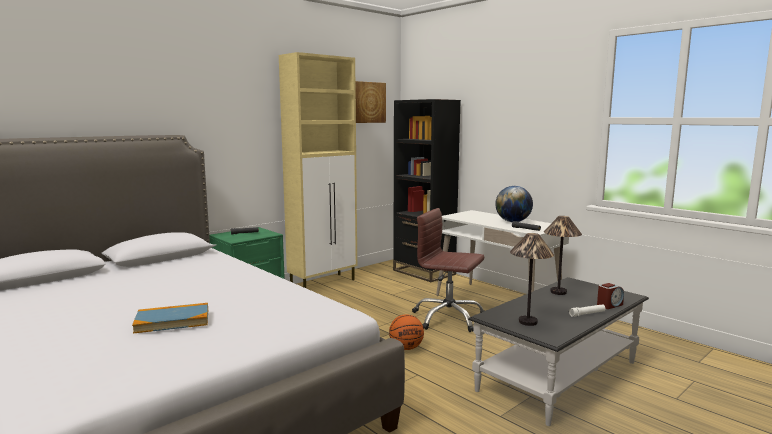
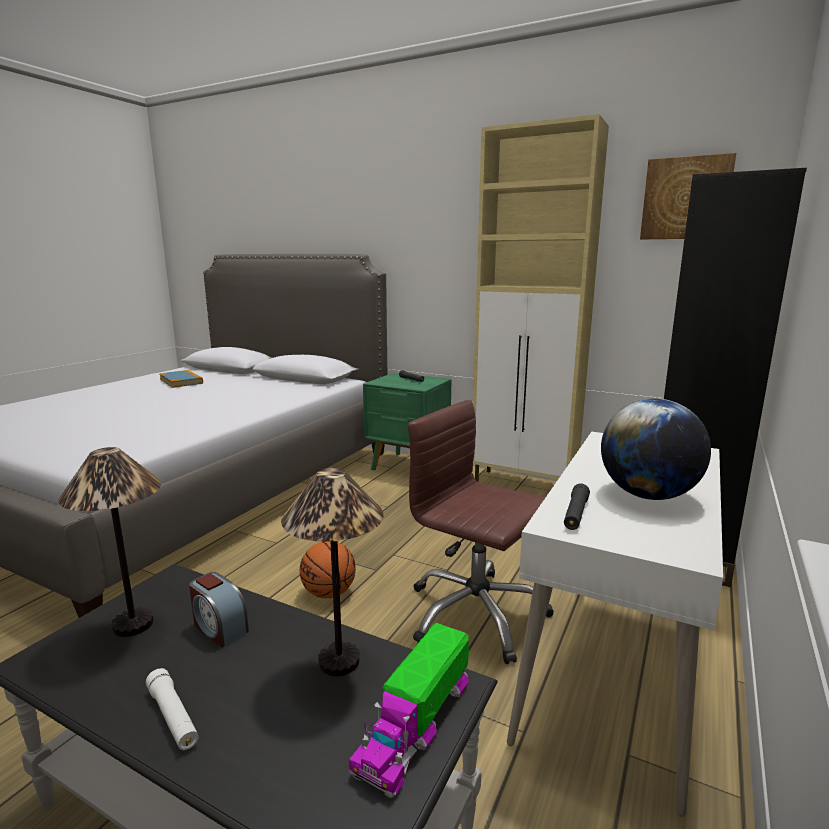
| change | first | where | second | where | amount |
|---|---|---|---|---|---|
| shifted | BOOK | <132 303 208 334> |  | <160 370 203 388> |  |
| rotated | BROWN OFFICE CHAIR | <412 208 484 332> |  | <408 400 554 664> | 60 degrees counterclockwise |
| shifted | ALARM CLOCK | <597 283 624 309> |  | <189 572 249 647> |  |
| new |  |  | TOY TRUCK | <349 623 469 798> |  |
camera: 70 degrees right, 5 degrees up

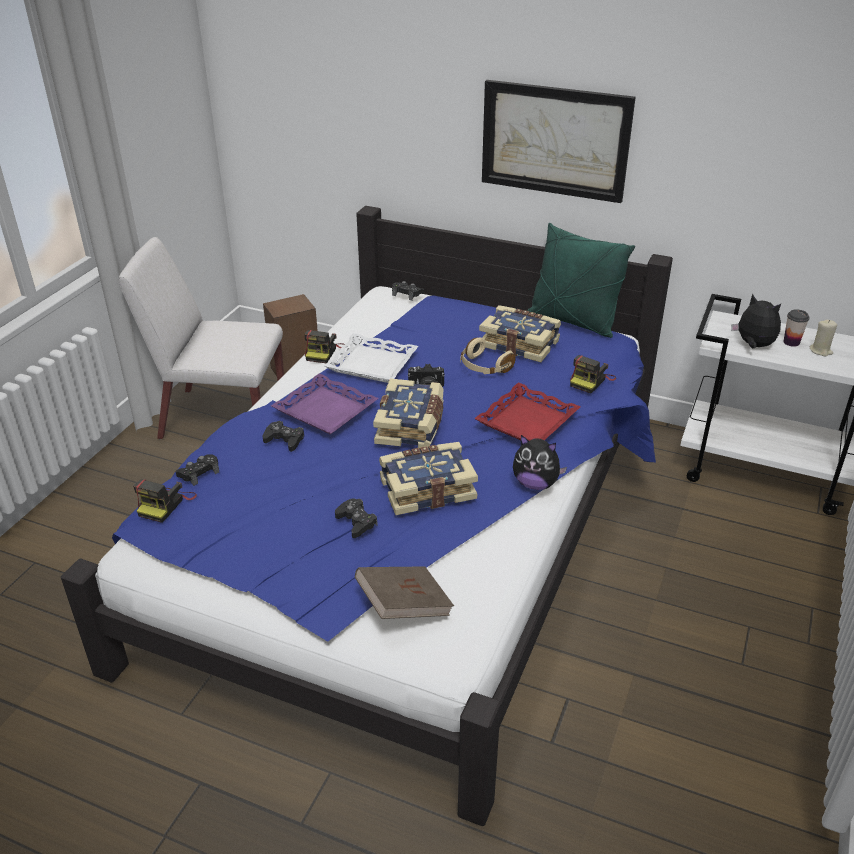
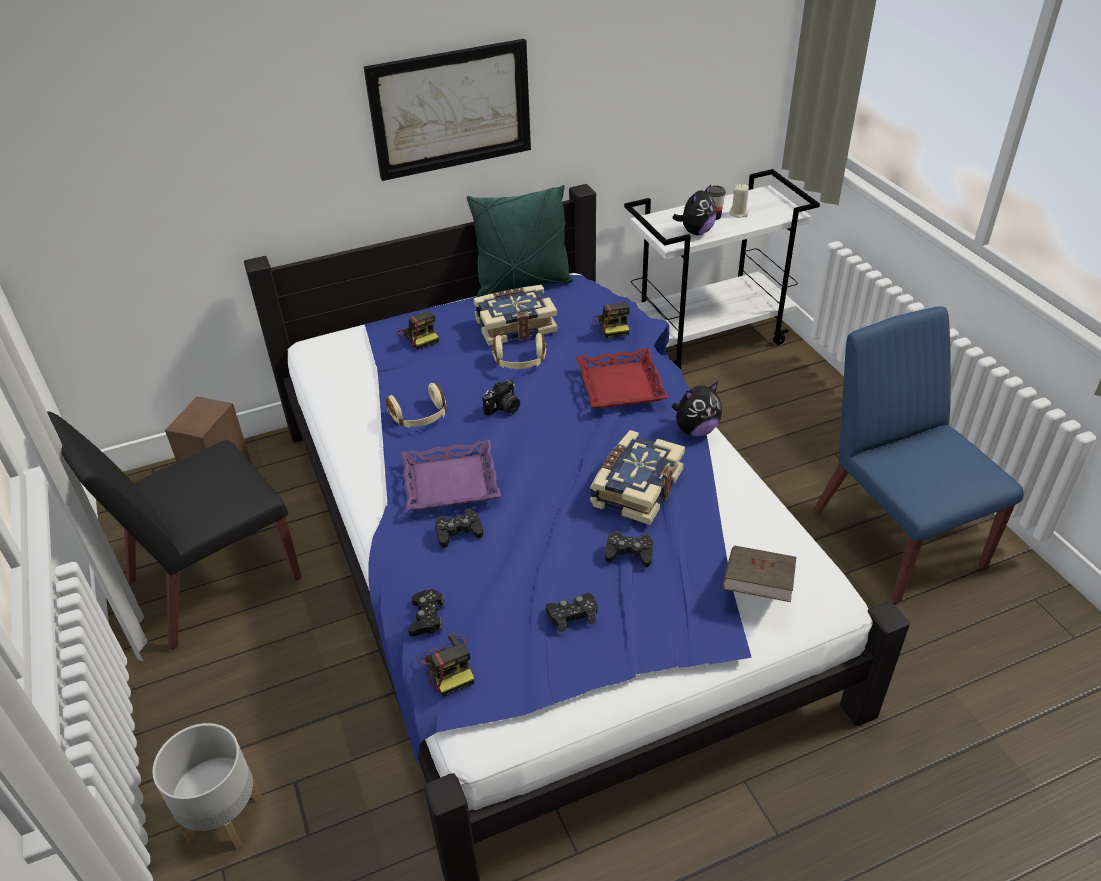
| change | first | where | second | where | amount |
|---|---|---|---|---|---|
| repainted | WHITE CHAIR | <118 237 284 439> | BLACK CHAIR | <47 411 302 650> |  |
| shifted | PHOTO CAMERA | <304 330 344 363> |  | <397 311 439 350> |  |
| swapped | WHITE TRAY | <325 333 418 383> | BEIGE HEADPHONES | <386 383 447 428> |  |
| gone | BOOK | <373 378 444 449> |  |  |  |
| shifted | BLACK GAME CONTROLLER | <392 281 424 300> |  | <546 593 598 632> |  |
| rotated | PLUSH TOY | <731 294 781 348> |  | <672 184 717 235> | 135 degrees clockwise |
| new |  |  | GREY PLANTER | <152 723 262 849> |  |
| new |  |  | BLUE CHAIR | <813 307 1024 603> |  |
camera: 45 degrees left, 5 degrees up

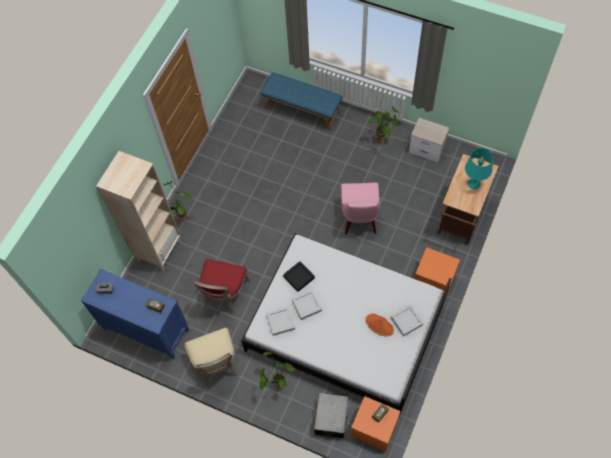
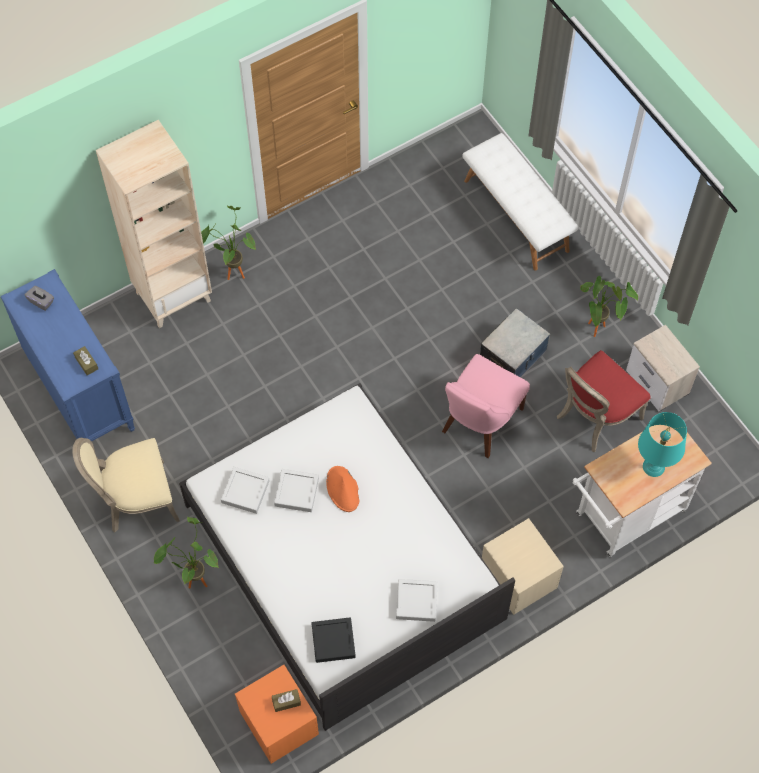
| change | first | where | second | where | amount |
|---|---|---|---|---|---|
| rotated | BEIGE CHAIR | <185 328 238 388> |  | <72 438 180 532> | 60 degrees clockwise |
| shifted | RED CHAIR | <193 259 250 314> |  | <557 350 651 452> |  |
| repainted | BLUE BENCH | <260 72 343 131> | WHITE BENCH | <462 133 578 270> |  |
| shifted | BLACK TRAY | <283 261 315 292> |  | <311 617 356 663> |  |
| shifted | STORAGE BOX | <314 393 349 438> |  | <480 308 550 377> |  |
| shifted | ORANGE HAT | <365 314 394 336> |  | <326 466 360 512> |  |
| repainted | ORANGE NIGHTSTAND | <414 247 460 299> | BEIGE NIGHTSTAND | <482 518 564 615> |  |
| repainted | BROWN CART | <437 154 498 245> | WHITE CART | <573 425 712 557> |  |
camera: 30 degrees right, 0 degrees up

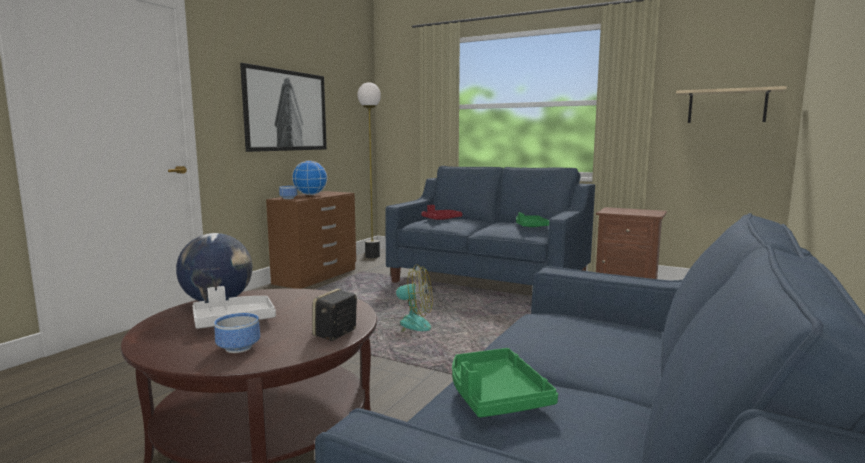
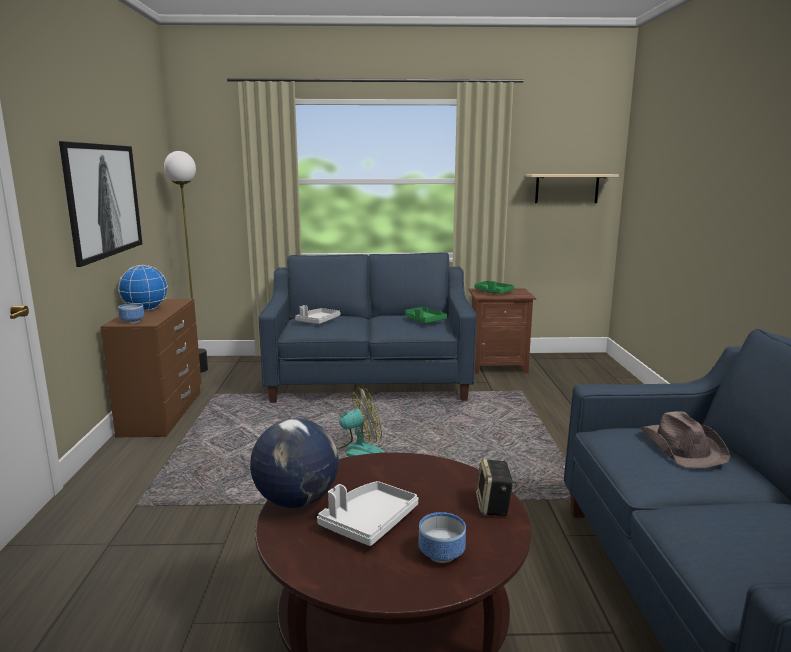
| change | first | where | second | where | amount |
|---|---|---|---|---|---|
| repainted | RED TRAY | <421 205 462 220> | GREY TRAY | <295 305 340 324> |  |
| shifted | GREEN TRAY | <452 348 558 417> |  | <474 281 515 294> |  |
| new |  |  | BROWN HAT | <640 412 730 468> |  |
camera: 30 degrees left, 5 degrees up

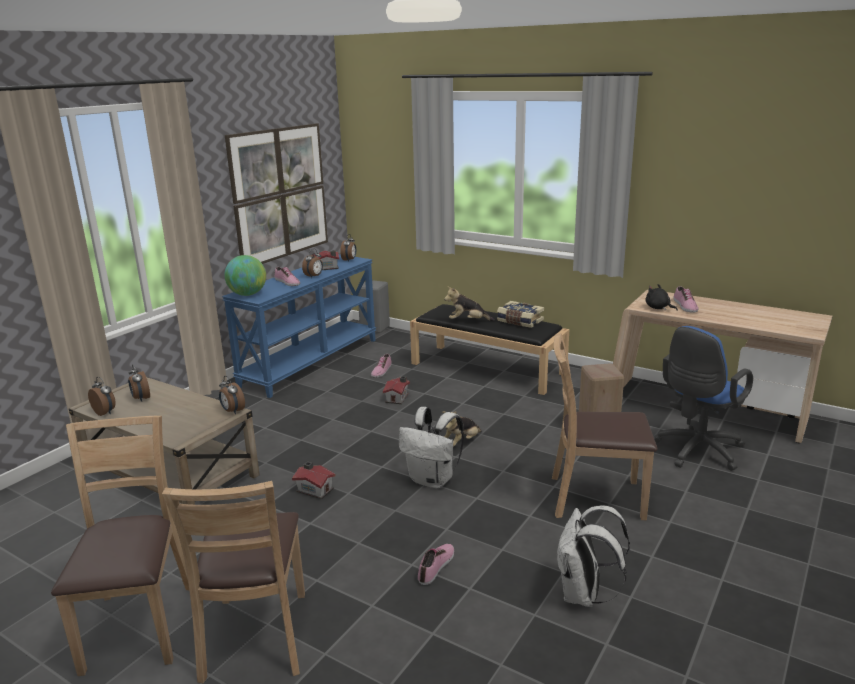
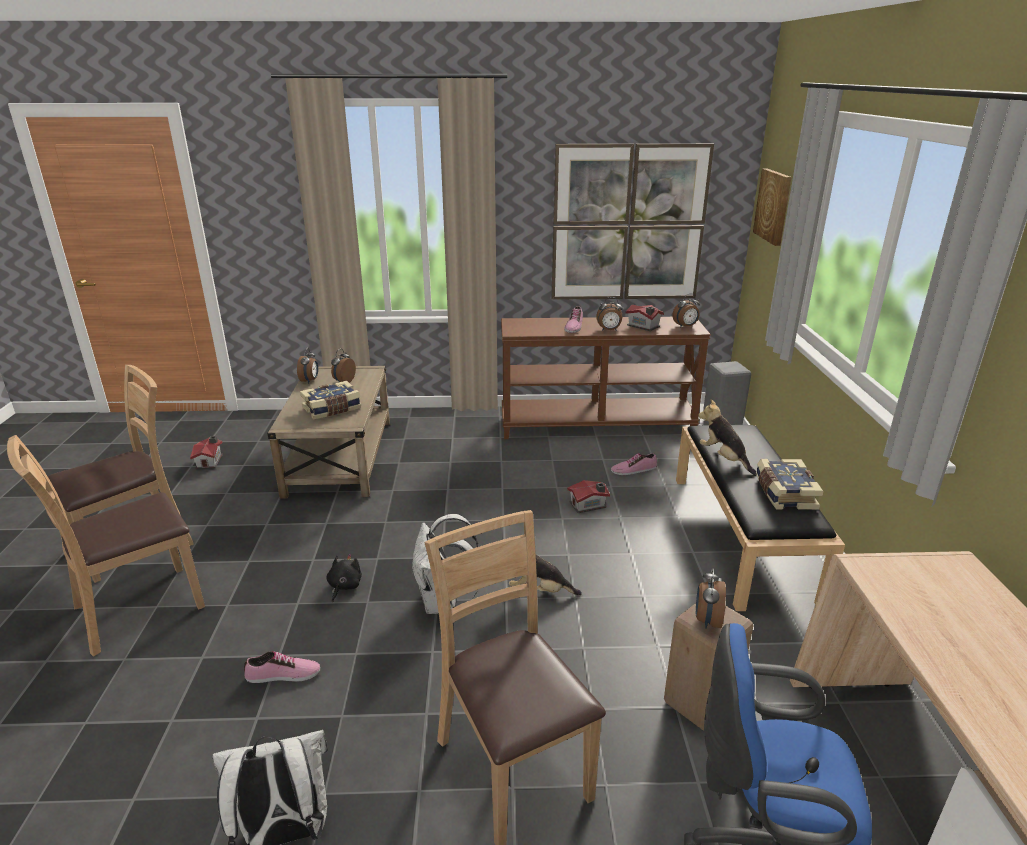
| change | first | where | second | where | amount |
|---|---|---|---|---|---|
| shifted | ALARM CLOCK | <219 376 245 414> |  | <696 568 726 629> |  |
| repainted | BLUE CONSOLE TABLE | <222 254 376 398> | BROWN CONSOLE TABLE | <501 317 711 439> |  |
| gone | GLOBE | <224 255 266 296> |  |  |  |
| shifted | TOY HOUSE | <292 461 336 499> |  | <190 436 223 469> |  |
| shifted | BLACK PLUSH TOY | <645 284 678 311> |  | <326 554 362 602> |  |
| gone | SHOE | <673 286 699 313> |  |  |  |
| new |  |  | BOOK | <300 381 361 419> |  |
| new |  |  | PICTURE | <753 168 792 246> |  |
camera: 55 degrees right, 5 degrees up

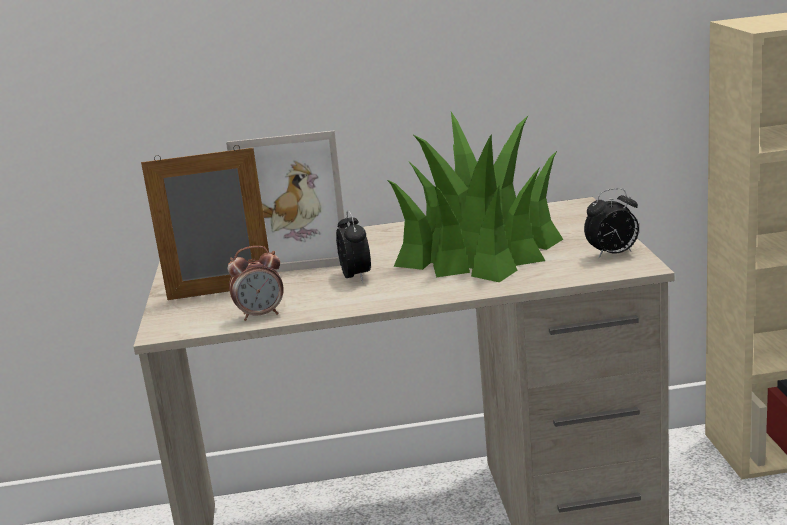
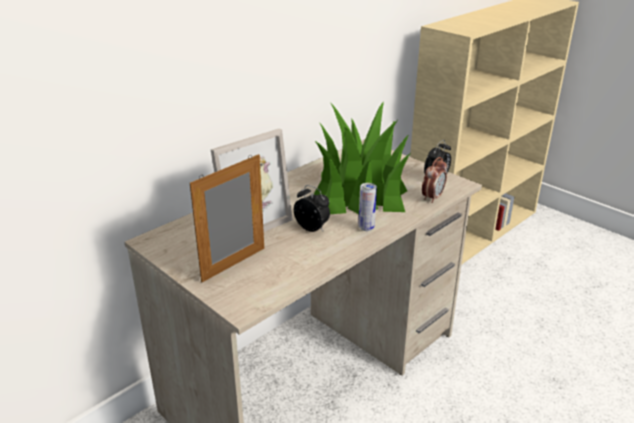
| change | first | where | second | where | amount |
|---|---|---|---|---|---|
| shifted | ALARM CLOCK | <228 246 284 321> |  | <422 157 447 203> |  |
| new |  |  | CAN | <359 183 377 231> |  |
camera: 40 degrees left, 10 degrees up

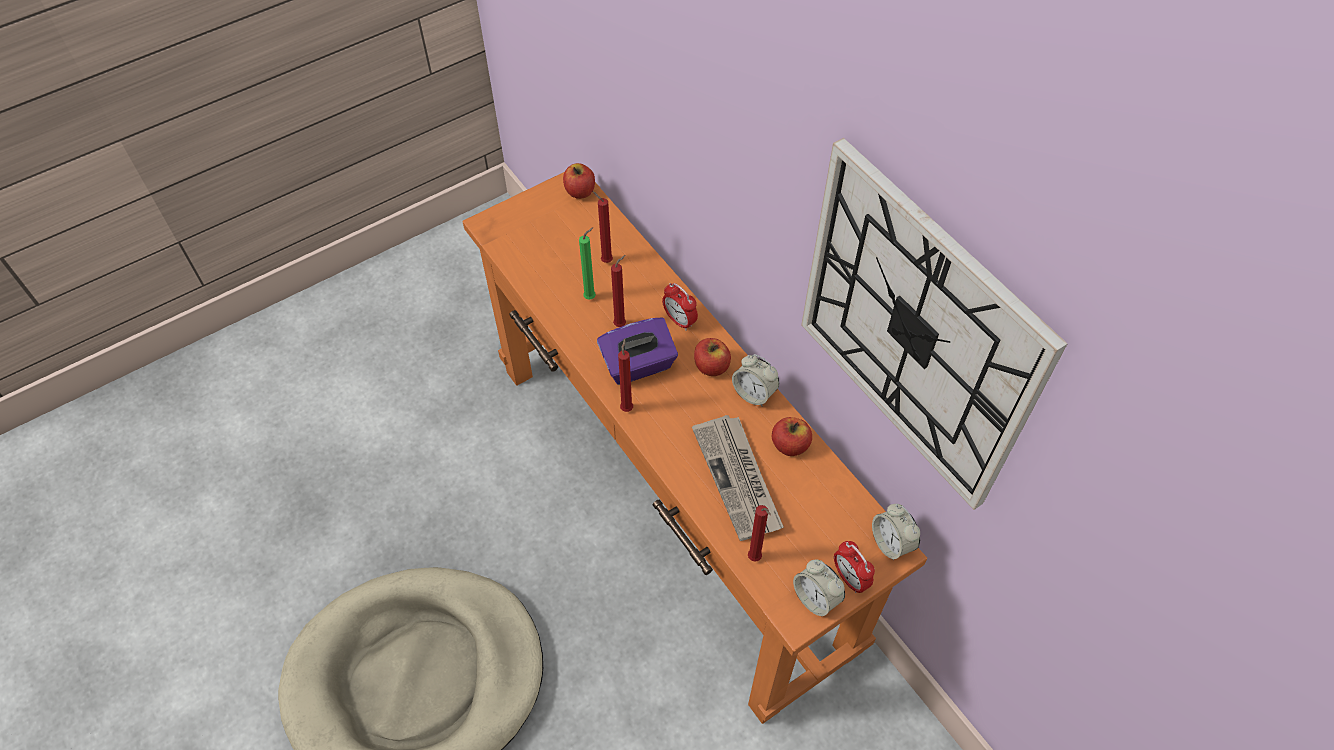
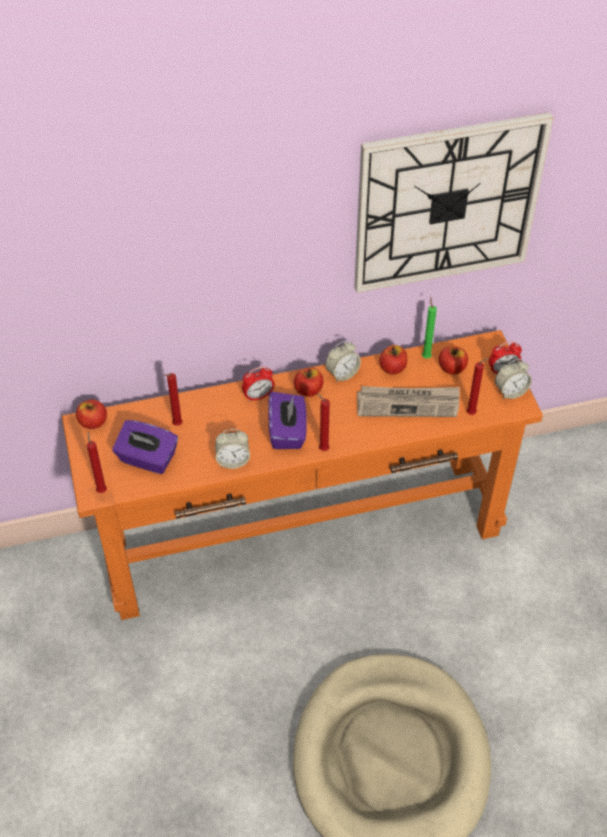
| change | first | where | second | where | amount |
|---|---|---|---|---|---|
| shifted | GREEN CANDLE | <579 227 596 300> |  | <422 297 437 359> |  |
| shifted | RED CANDLE | <611 255 626 327> |  | <87 432 107 493> |  |
| shifted | ALARM CLOCK | <872 504 920 561> |  | <215 429 250 469> |  |
| new |  |  | PURPLE TISSUE BOX | <112 420 178 474> |  |
| new |  |  | APPLE | <439 346 468 374> |  |
camera: 70 degrees left, 5 degrees down

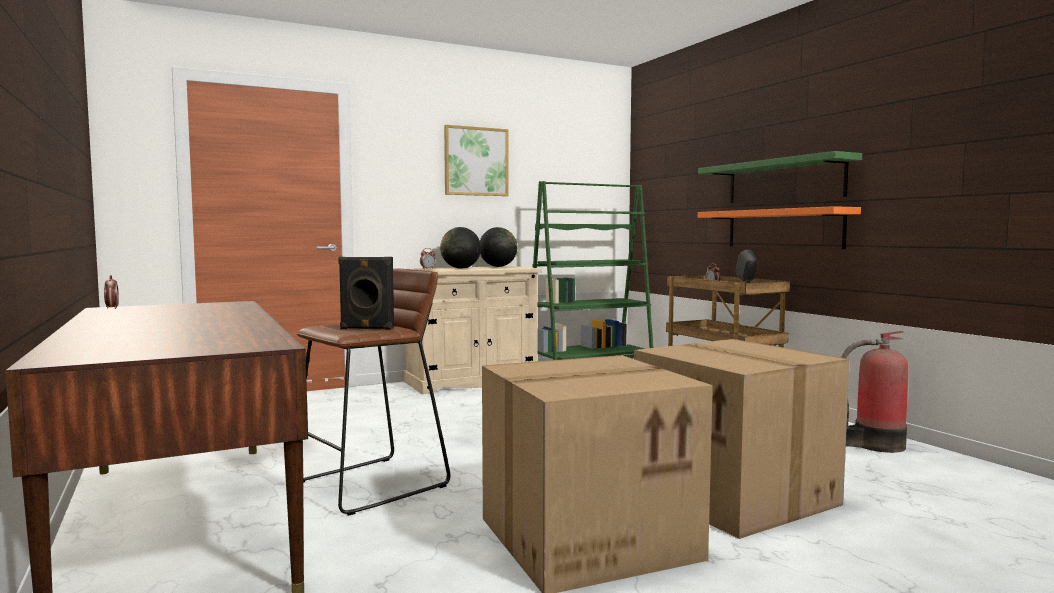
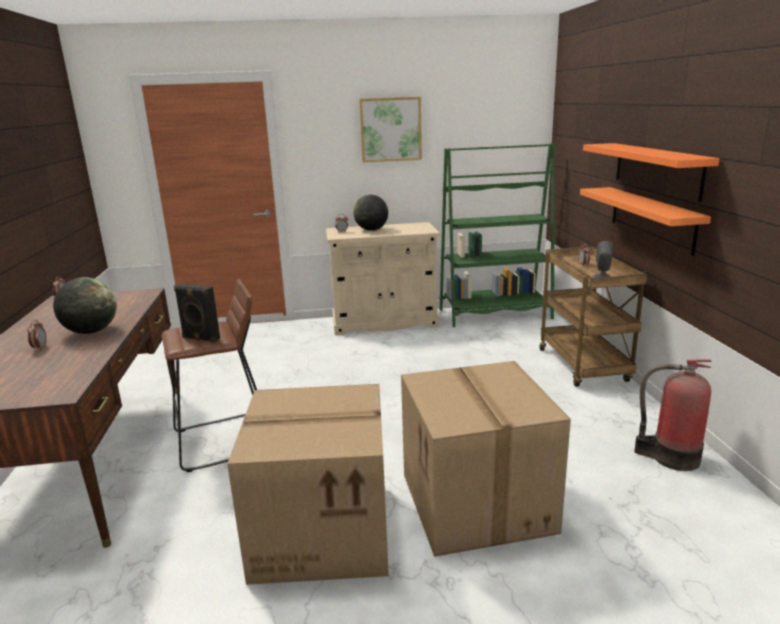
| change | first | where | second | where | amount |
|---|---|---|---|---|---|
| shifted | GLOBE | <480 227 518 267> |  | <53 277 117 334> |  |
| repainted | GREEN SHELF | <698 151 862 203> | ORANGE SHELF | <583 143 719 202> |  |
| new |  |  | ALARM CLOCK | <27 320 47 350> |  |
camera: 20 degrees right, 15 degrees up

